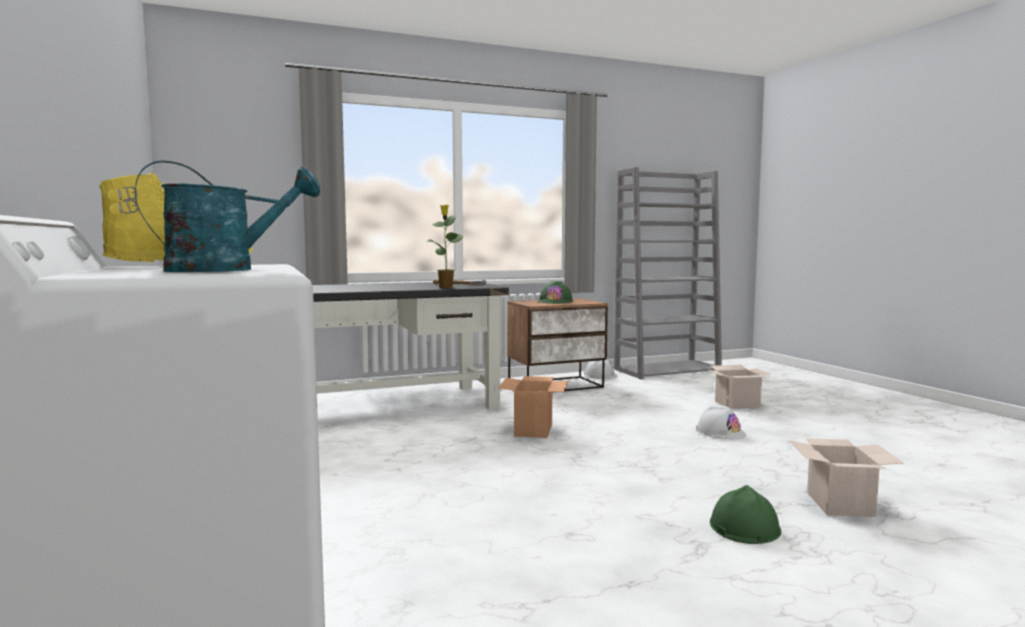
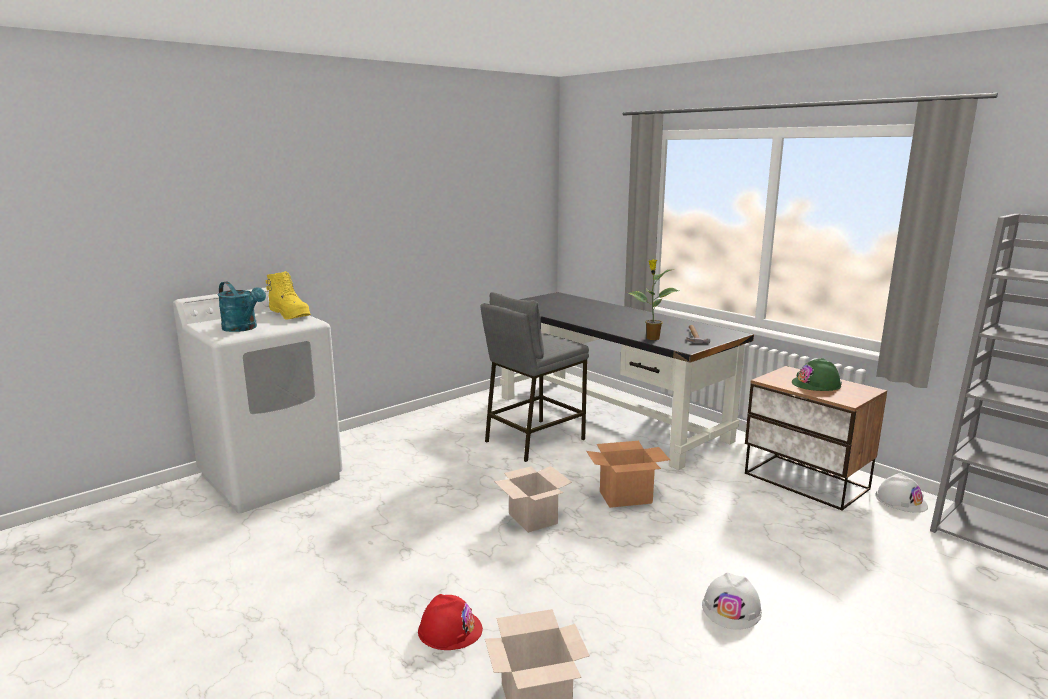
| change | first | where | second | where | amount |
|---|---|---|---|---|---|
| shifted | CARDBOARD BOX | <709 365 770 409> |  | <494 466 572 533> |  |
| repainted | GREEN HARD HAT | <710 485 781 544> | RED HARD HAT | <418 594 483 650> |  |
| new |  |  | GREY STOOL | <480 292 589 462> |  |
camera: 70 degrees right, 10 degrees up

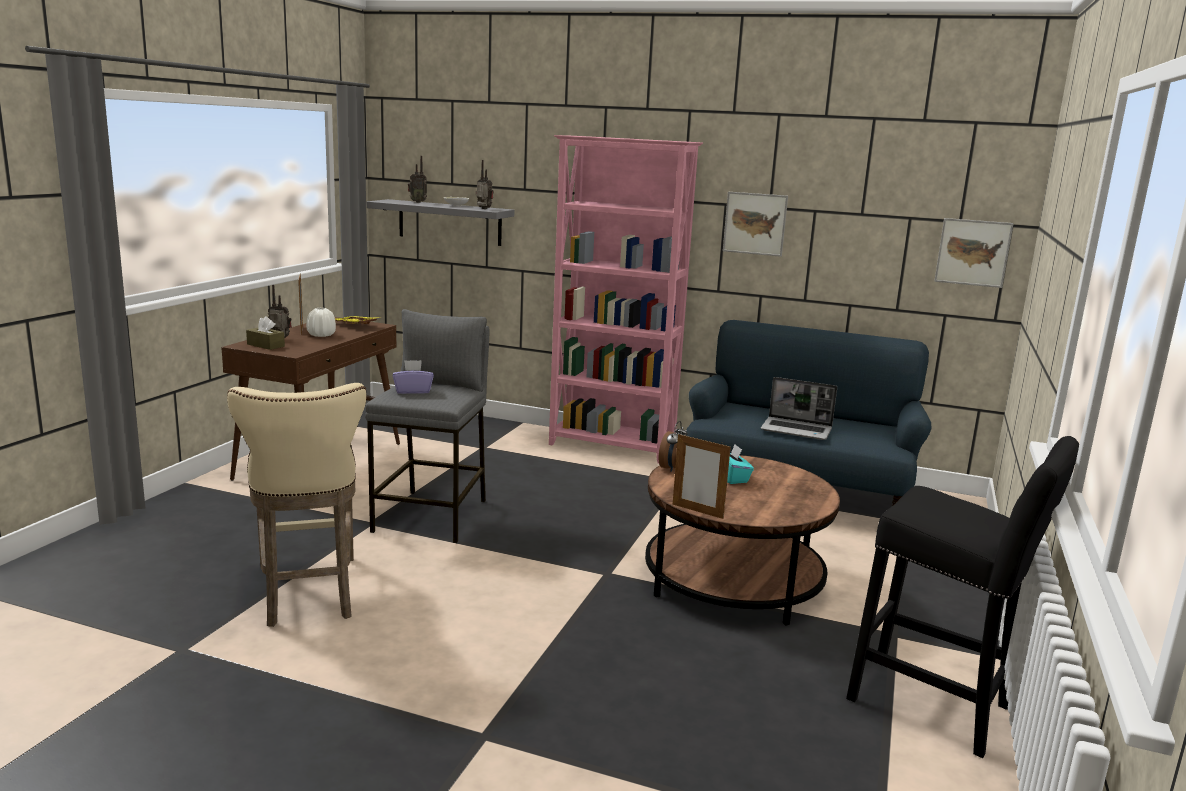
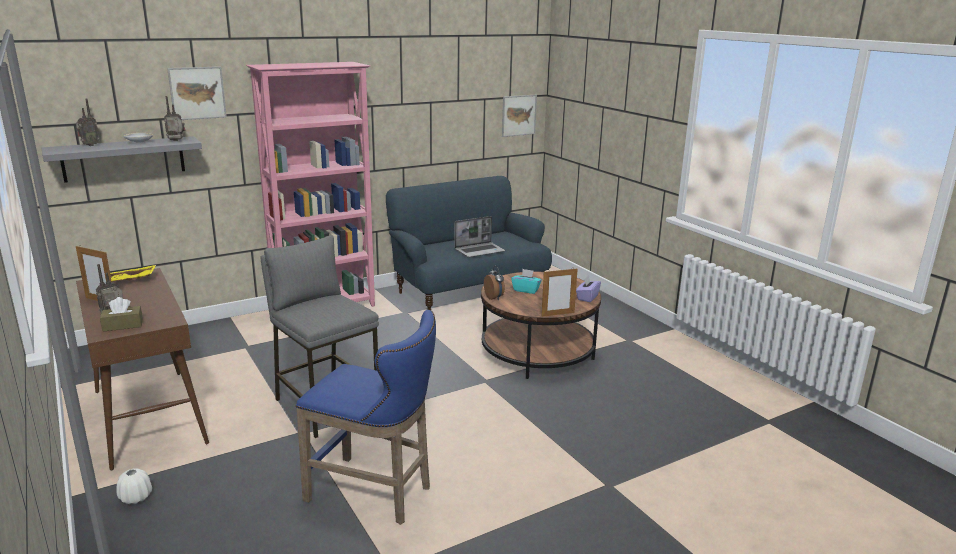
| change | first | where | second | where | amount |
|---|---|---|---|---|---|
| repainted | BEIGE STOOL | <227 383 366 627> | BLUE STOOL | <296 310 436 525> |  |
| shifted | WHITE VASE | <306 308 336 337> |  | <116 468 152 504> |  |
| shifted | PURPLE TISSUE BOX | <393 360 434 394> |  | <576 275 601 302> |  |
| shifted | PICTURE | <723 192 788 257> |  | <167 66 227 120> |  |
| gone | BLACK STOOL | <846 436 1079 758> |  |  |  |
camera: 50 degrees left, 5 degrees up

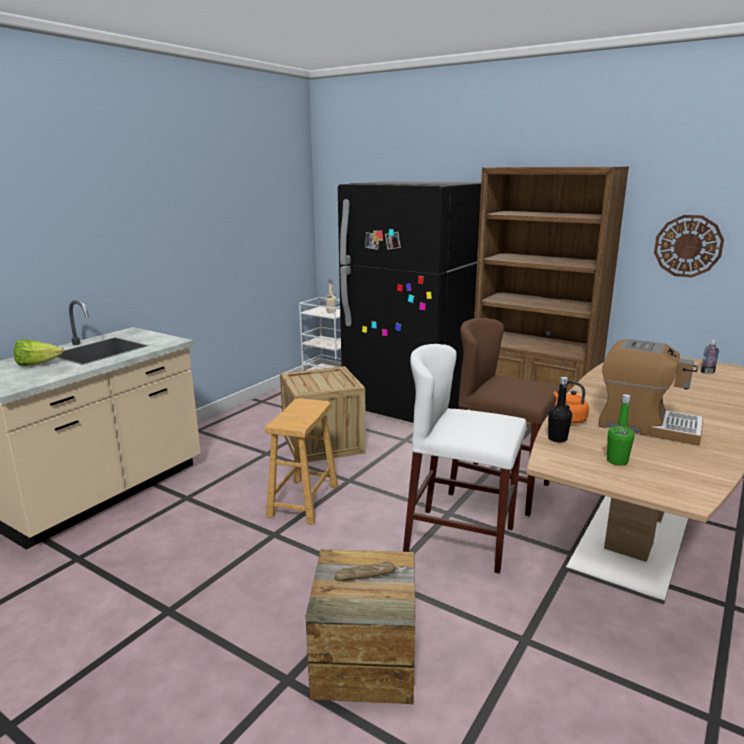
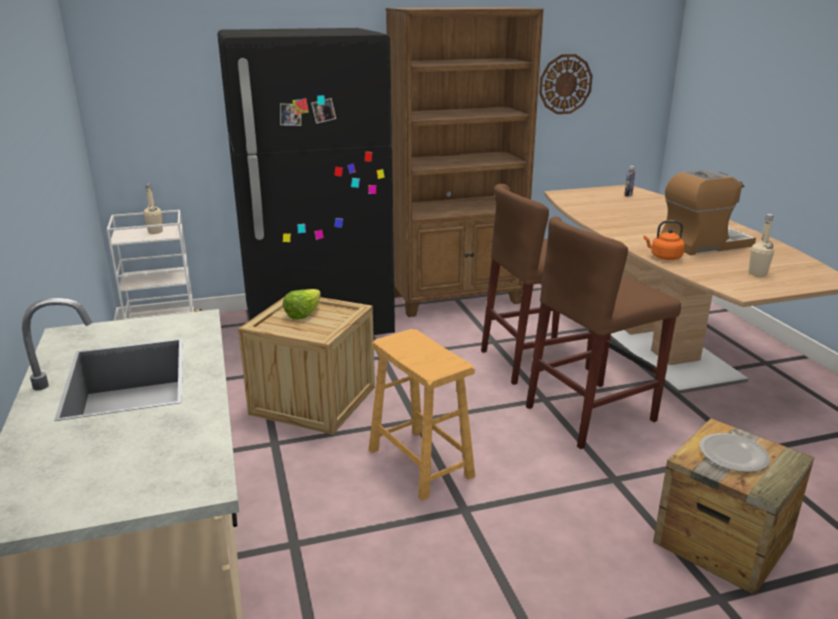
| change | first | where | second | where | amount |
|---|---|---|---|---|---|
| shifted | LETTUCE | <14 339 64 366> |  | <283 289 321 320> |  |
| swapped | BREAD | <335 561 395 581> | PLATE | <700 433 770 472> |  |
| repainted | WHITE STOOL | <403 344 527 574> | BROWN STOOL | <526 216 681 449> |  |
| gone | BLACK BOTTLE | <548 377 572 443> |  |  |  |
| repainted | GREEN BOTTLE | <607 394 634 465> | BEIGE BOTTLE | <749 214 774 276> |  |
camera: 50 degrees left, 5 degrees up

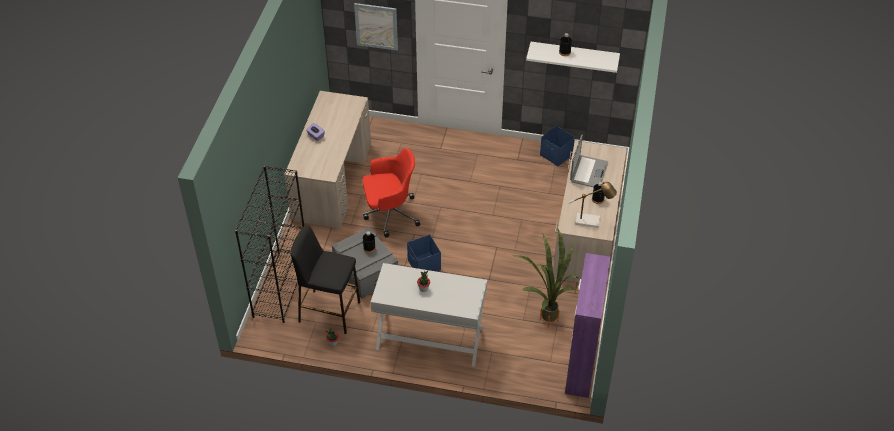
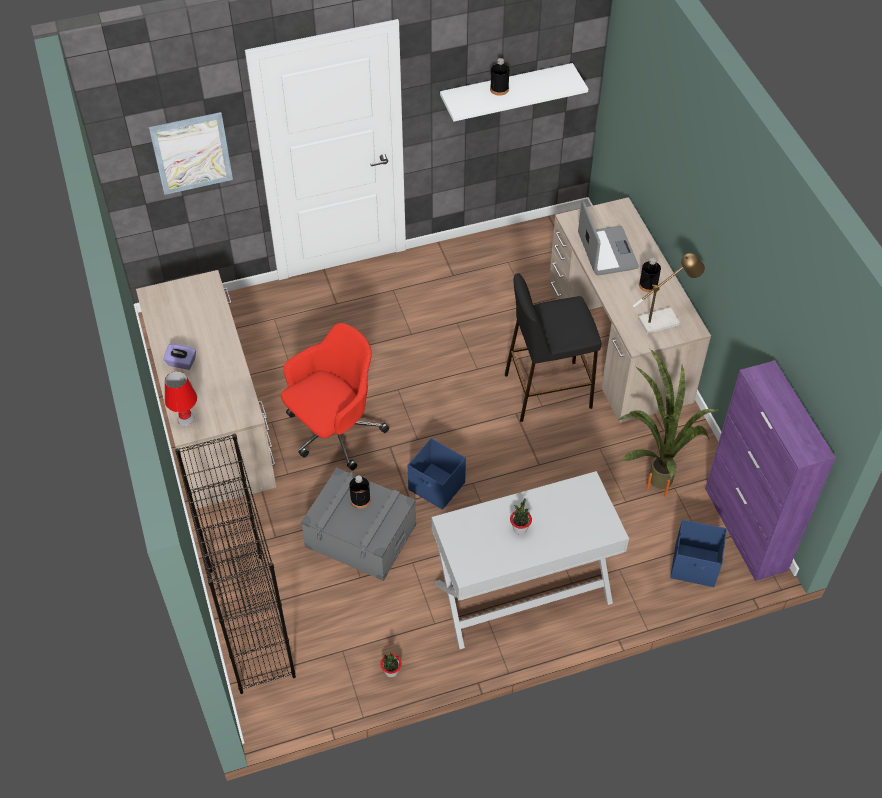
| change | first | where | second | where | amount |
|---|---|---|---|---|---|
| shifted | BLACK STOOL | <291 225 361 334> |  | <505 273 601 422> |  |
| shifted | BLUE STORAGE BOX | <540 126 575 166> |  | <670 519 727 587> |  |
| new |  |  | RED TABLE LAMP | <165 371 197 426> |  |
camera: 30 degrees left, 5 degrees up

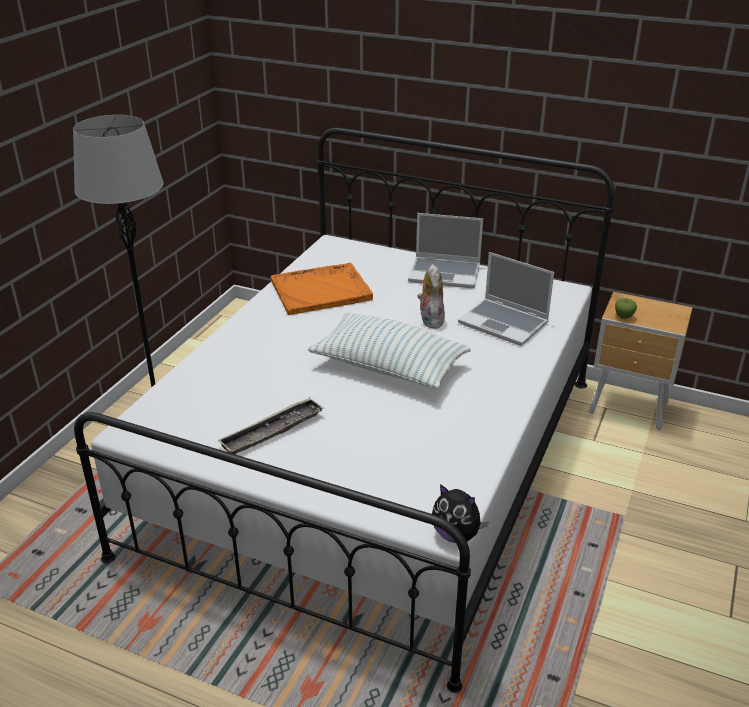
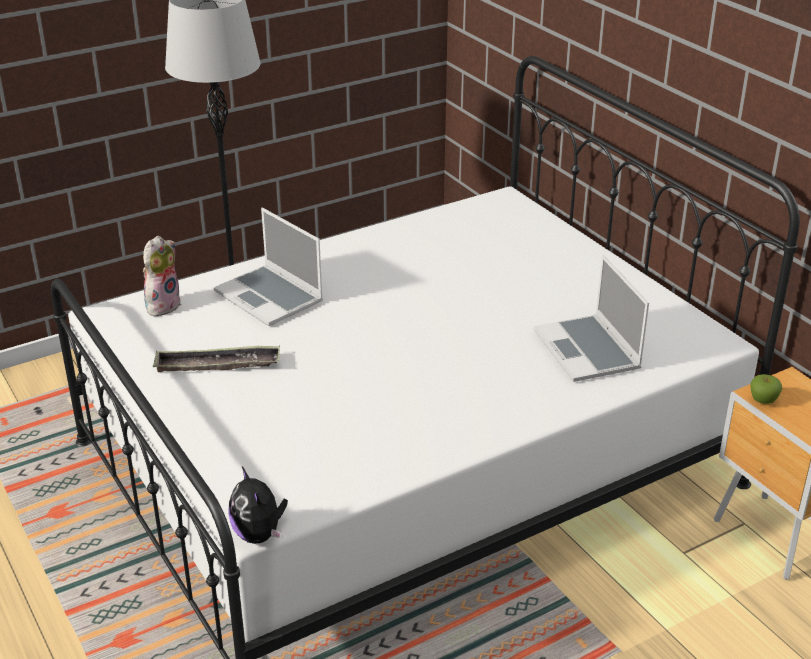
| change | first | where | second | where | amount |
|---|---|---|---|---|---|
| gone | ORANGE TRAY | <271 263 373 315> |  |  |  |
| gone | PILLOW | <308 313 471 389> |  |  |  |
| shifted | LAPTOP | <408 213 483 288> |  | <214 208 323 326> |  |
| shifted | PLUSH TOY | <417 264 445 329> |  | <143 236 182 316> |  |
camera: 35 degrees right, 0 degrees up

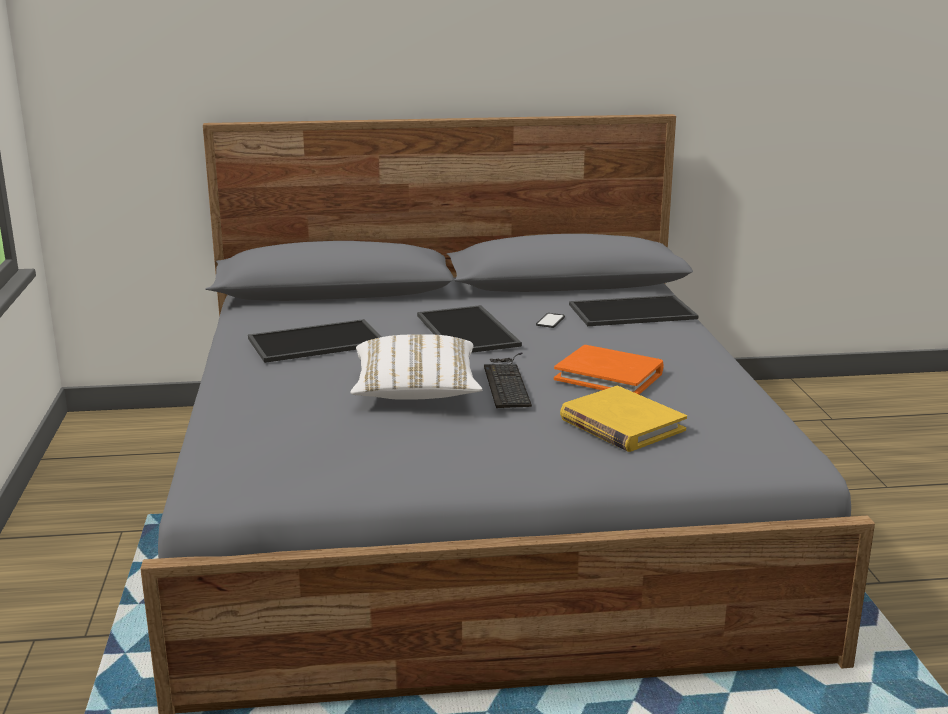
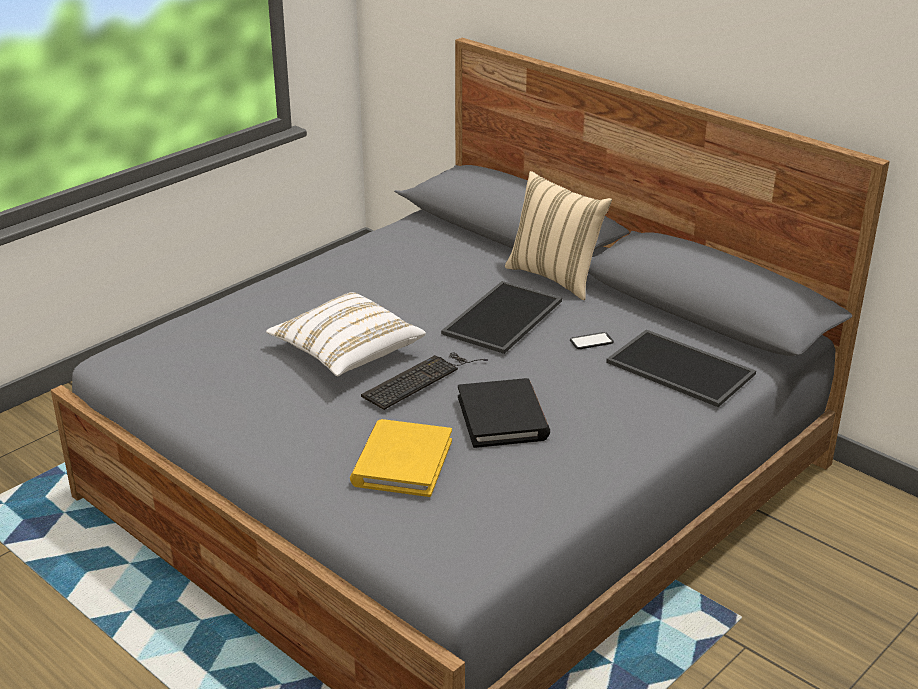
| change | first | where | second | where | amount |
|---|---|---|---|---|---|
| gone | TRAY | <248 319 382 363> |  |  |  |
| repainted | ORANGE BOOK | <554 345 664 395> | BLACK BOOK | <458 378 550 448> |  |
| new |  |  | BEIGE PILLOW | <505 171 612 300> |  |
camera: 50 degrees right, 10 degrees up

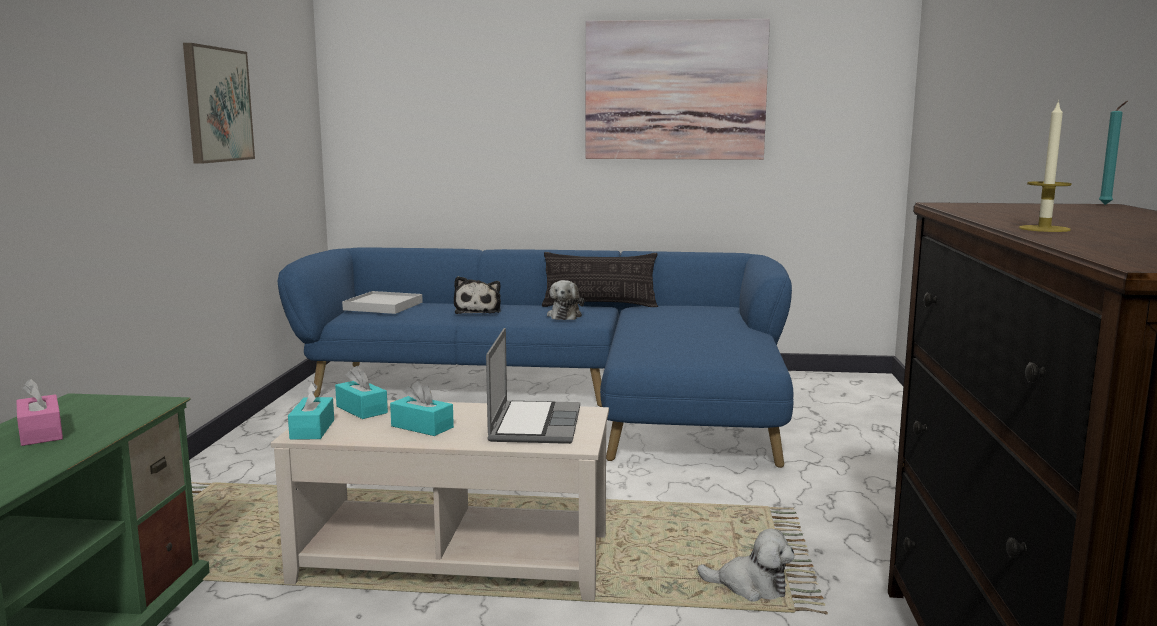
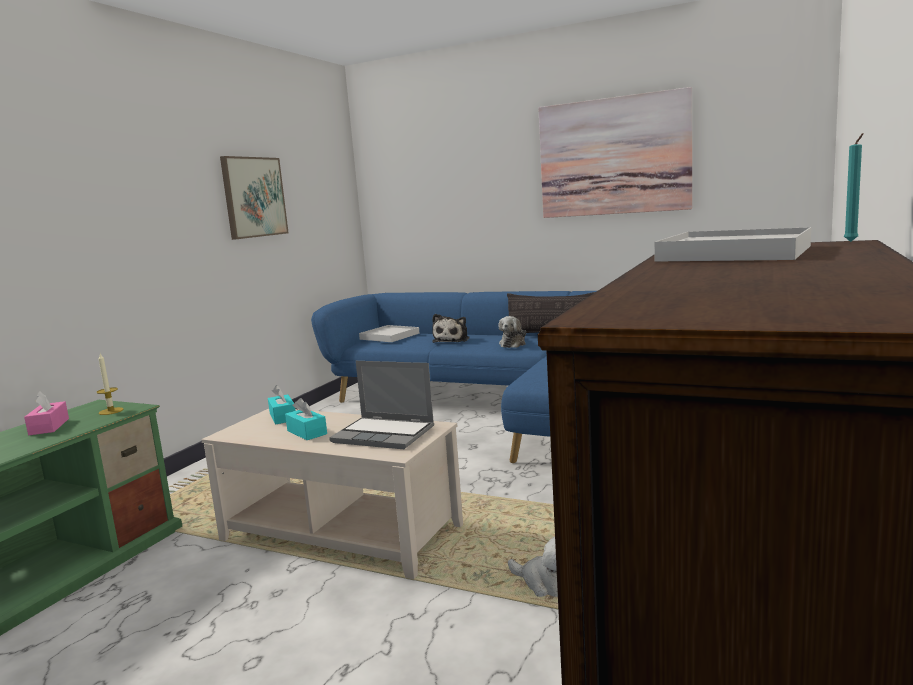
| change | first | where | second | where | amount |
|---|---|---|---|---|---|
| gone | TURQUOISE TISSUE BOX | <288 382 334 440> |  |  |  |
| rotated | LAPTOP | <486 328 580 444> |  | <329 361 434 449> | 90 degrees clockwise |
| shifted | CANDLE | <1019 100 1072 232> |  | <96 354 123 415> |  |
| new |  |  | WHITE TRAY | <654 227 811 262> |  |
camera: 20 degrees right, 0 degrees up

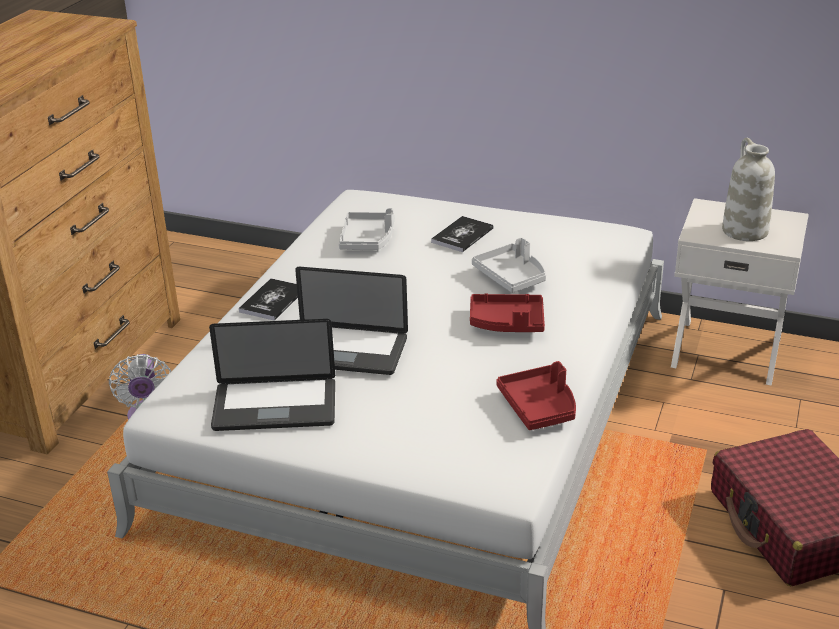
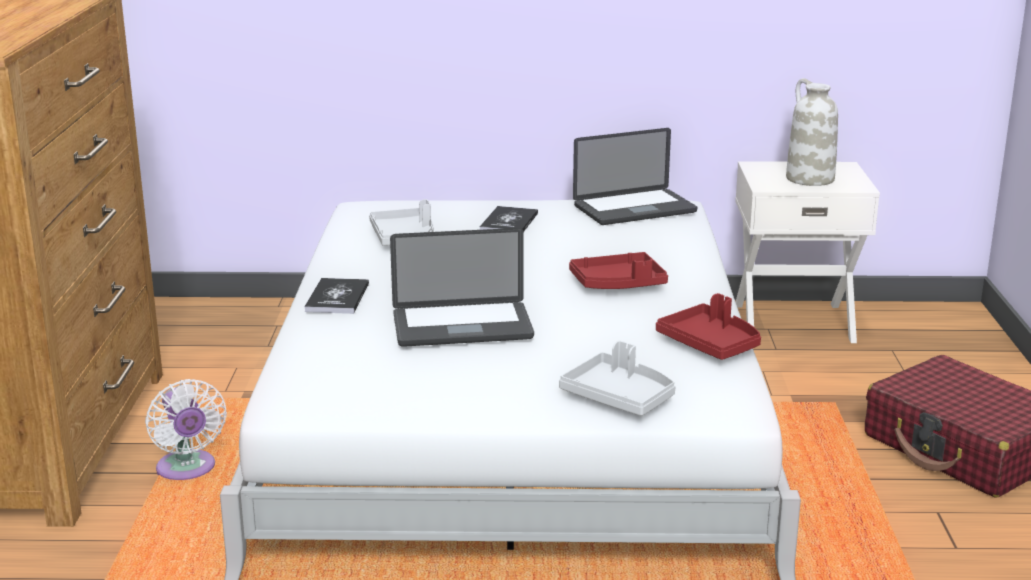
| change | first | where | second | where | amount |
|---|---|---|---|---|---|
| shifted | LAPTOP | <209 319 335 431> |  | <573 128 697 225> |  |
| shifted | GREY TRAY | <472 237 546 293> |  | <559 340 676 416> |  |
camera: 20 degrees left, 10 degrees down

